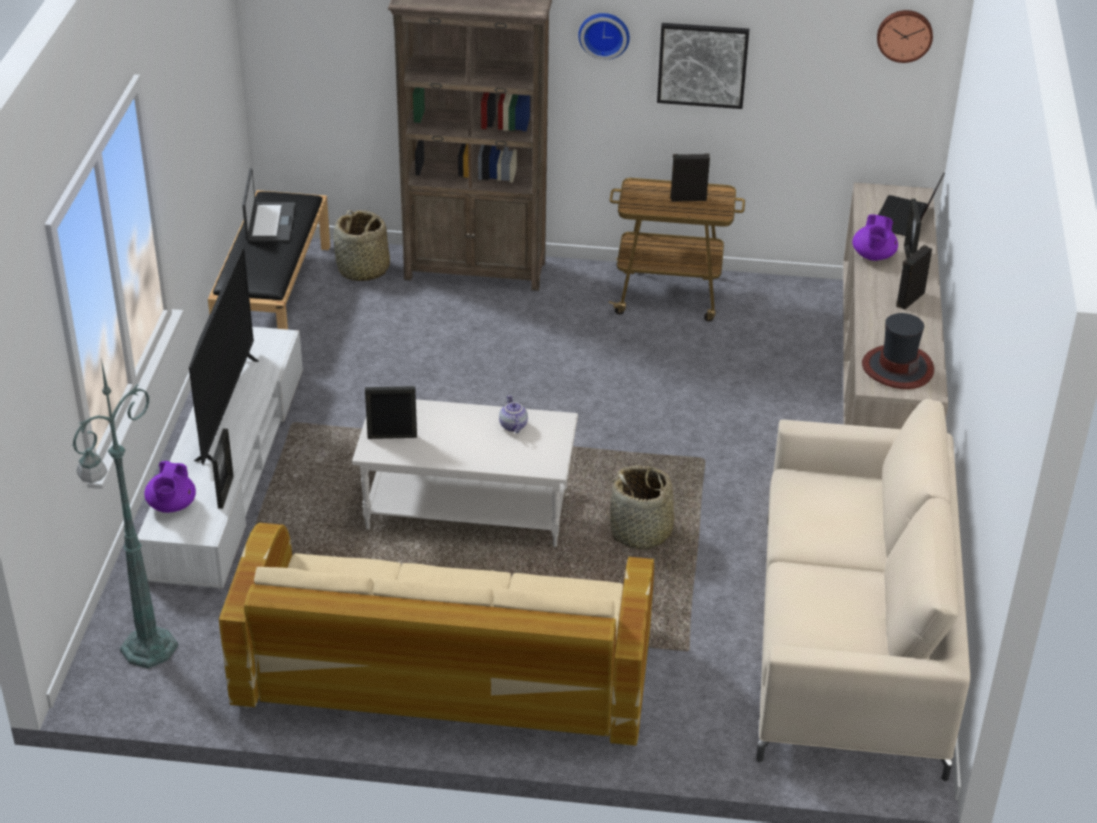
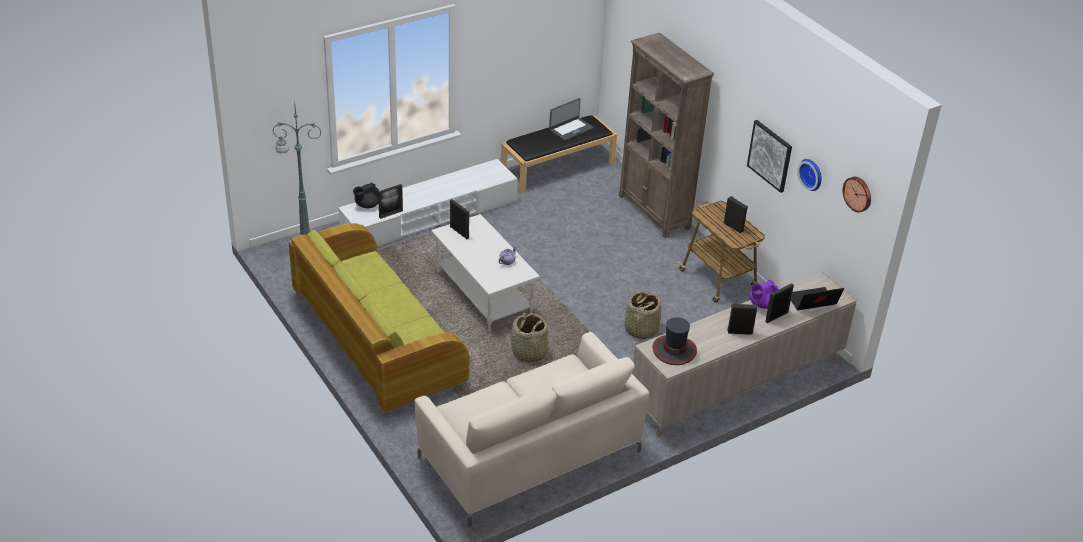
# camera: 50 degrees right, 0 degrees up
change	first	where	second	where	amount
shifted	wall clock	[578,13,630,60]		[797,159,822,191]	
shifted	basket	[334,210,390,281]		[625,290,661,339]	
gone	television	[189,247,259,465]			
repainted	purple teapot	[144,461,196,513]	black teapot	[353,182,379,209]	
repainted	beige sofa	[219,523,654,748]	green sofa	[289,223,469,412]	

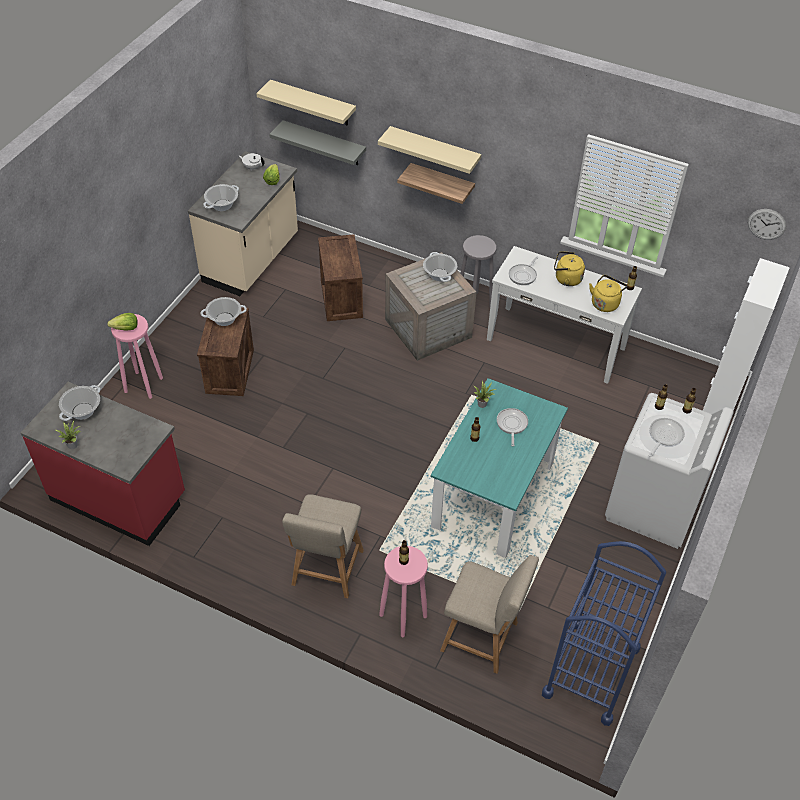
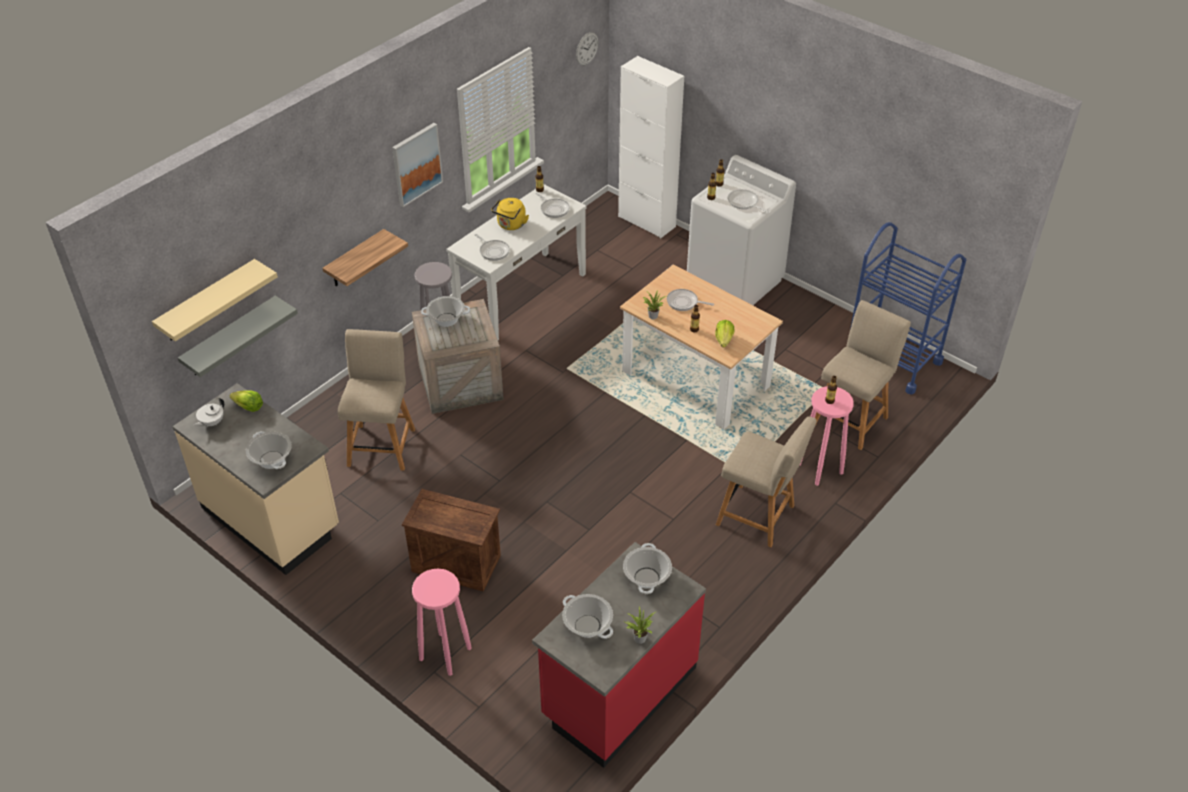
# camera: 75 degrees left, 5 degrees down
change	first	where	second	where	amount
gone	beige shelf	[378,126,481,174]			
swapped	crate	[318,234,363,321]	beige chair	[338,329,415,471]	
swapped	yellow kettle	[589,275,627,312]	frying pan	[535,193,570,218]	
shifted	cooking pot	[200,297,247,326]		[623,543,672,594]	
shifted	lettuce	[107,313,138,331]		[715,320,735,348]	
repainted	turquoise dining table	[431,378,568,558]	beige dining table	[620,264,783,430]	
new			picture	[392,123,443,207]	

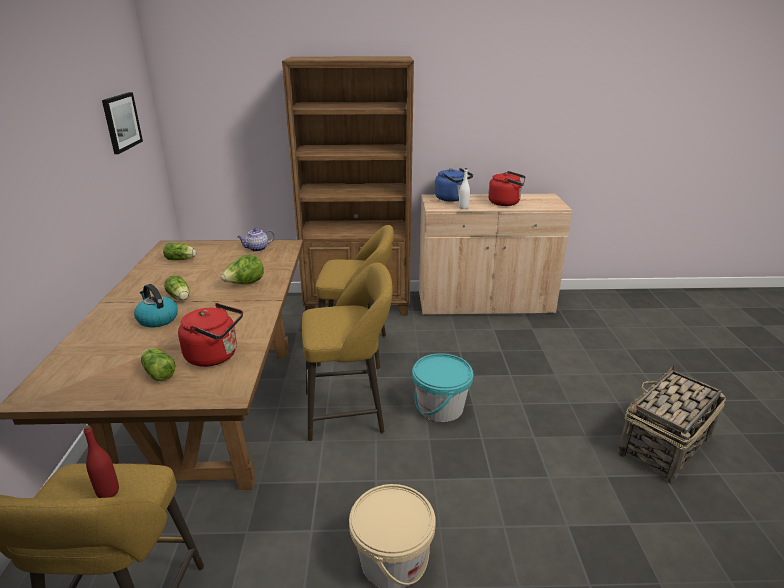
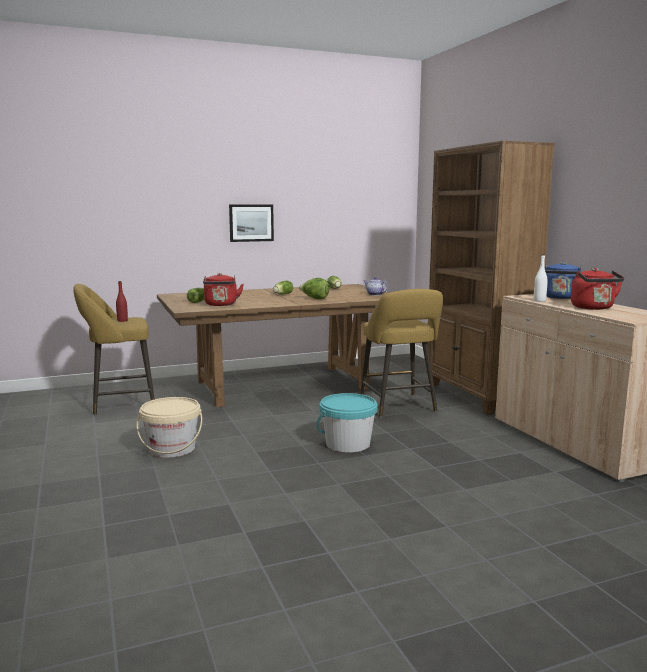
# camera: 70 degrees right, 15 degrees down
change	first	where	second	where	amount
shifted	picture	[102,92,143,154]		[229,205,274,242]	
gone	yellow stool	[302,263,393,441]			
gone	kettle	[134,284,178,328]			
gone	basket	[617,365,726,484]			

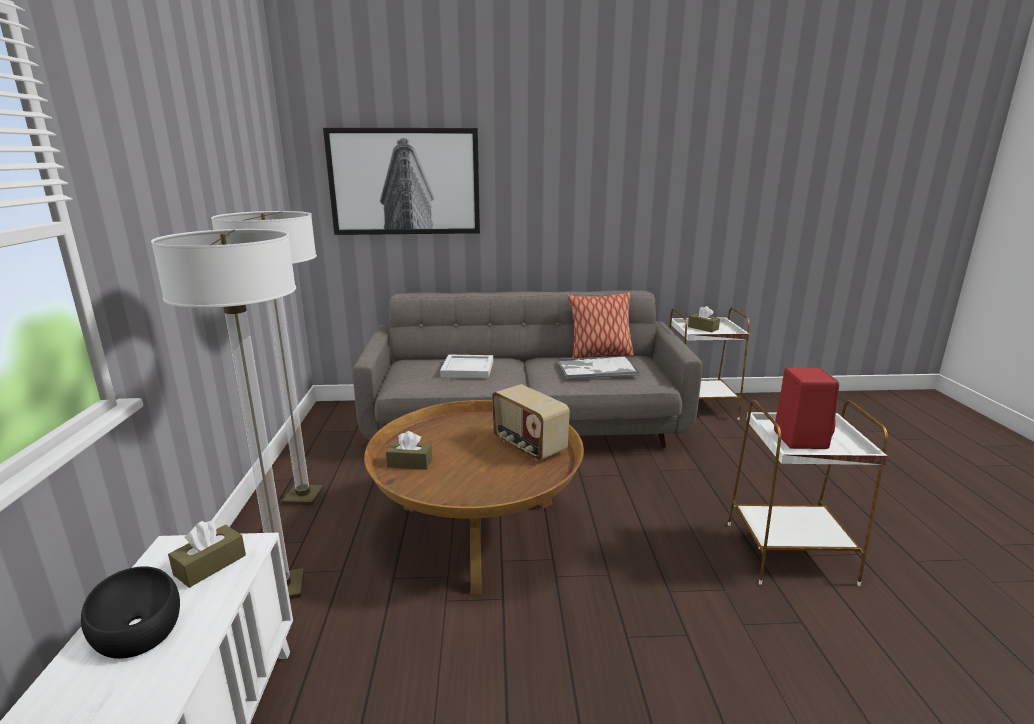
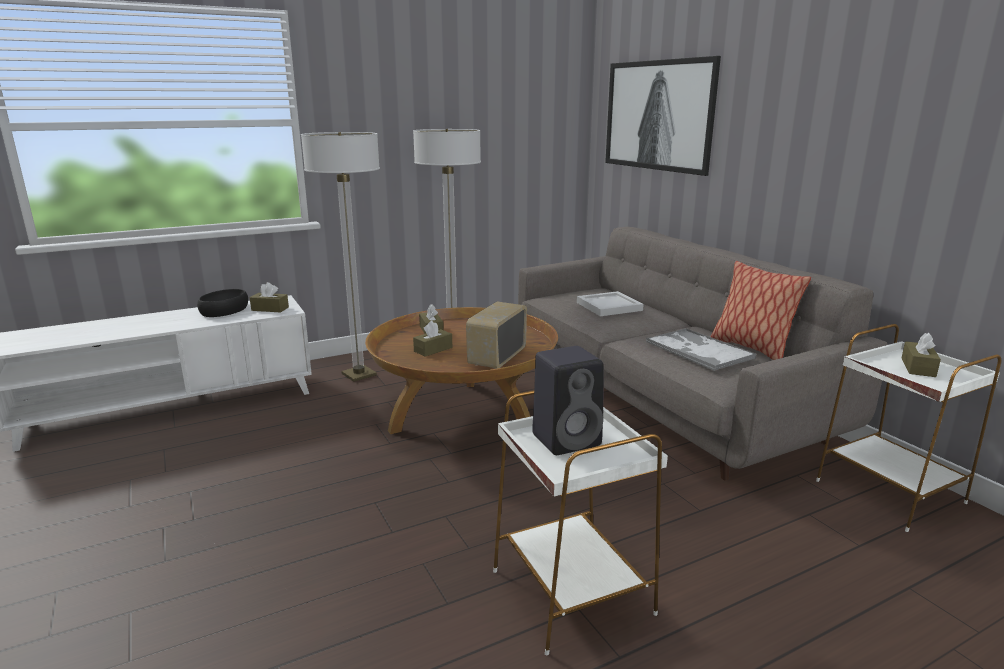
# camera: 65 degrees right, 0 degrees up
change	first	where	second	where	amount
repainted	red speaker	[774,368,839,449]	black speaker	[532,346,603,455]	
new			brown tissue box	[413,321,452,356]	

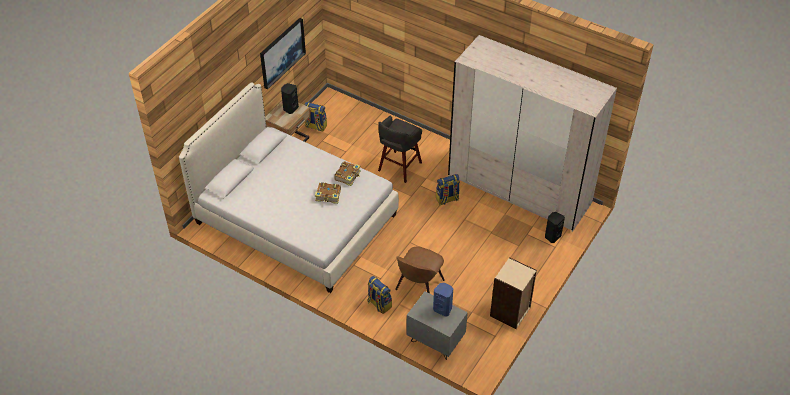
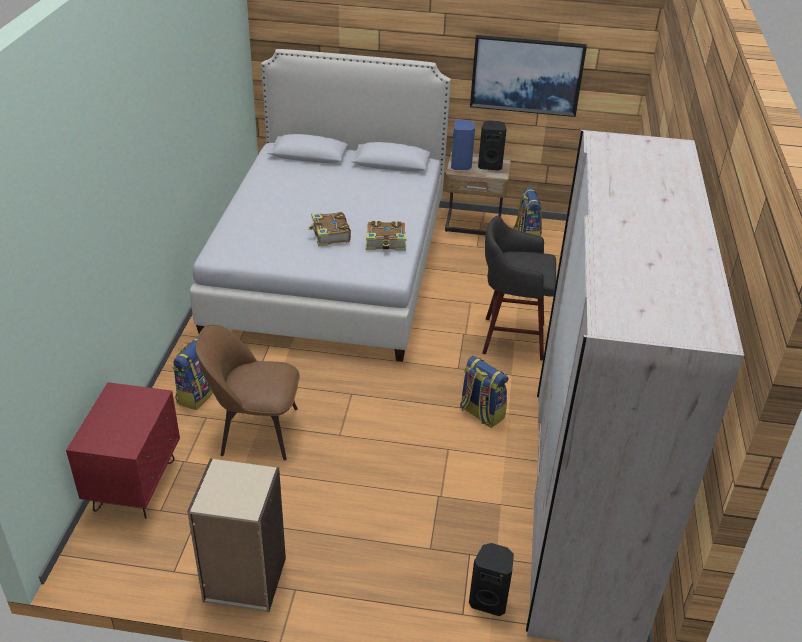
# camera: 65 degrees right, 10 degrees down
change	first	where	second	where	amount
shifted	blue speaker	[433,283,453,317]		[451,119,475,170]	
repainted	grey nightstand	[406,291,468,360]	red nightstand	[66,382,180,519]	

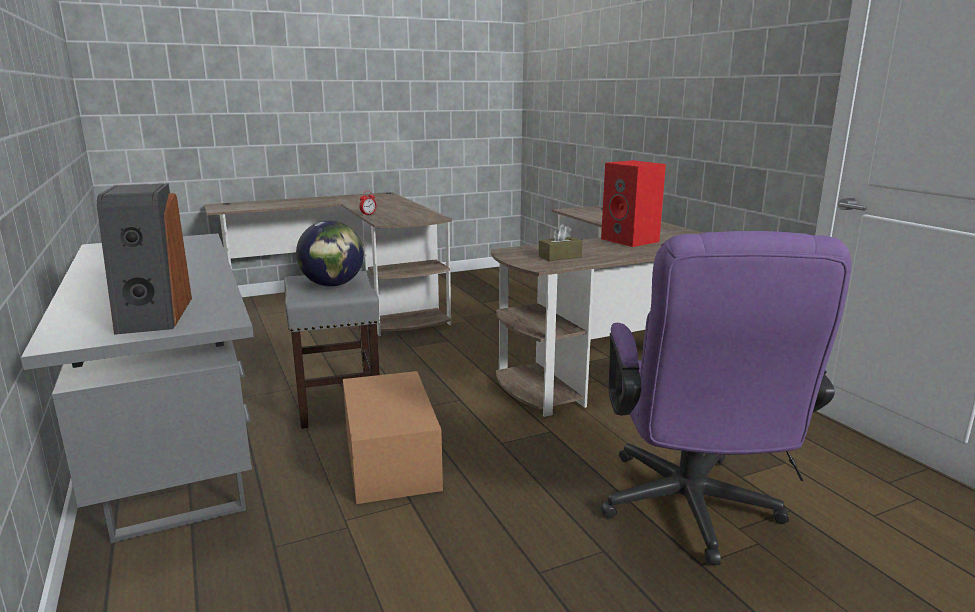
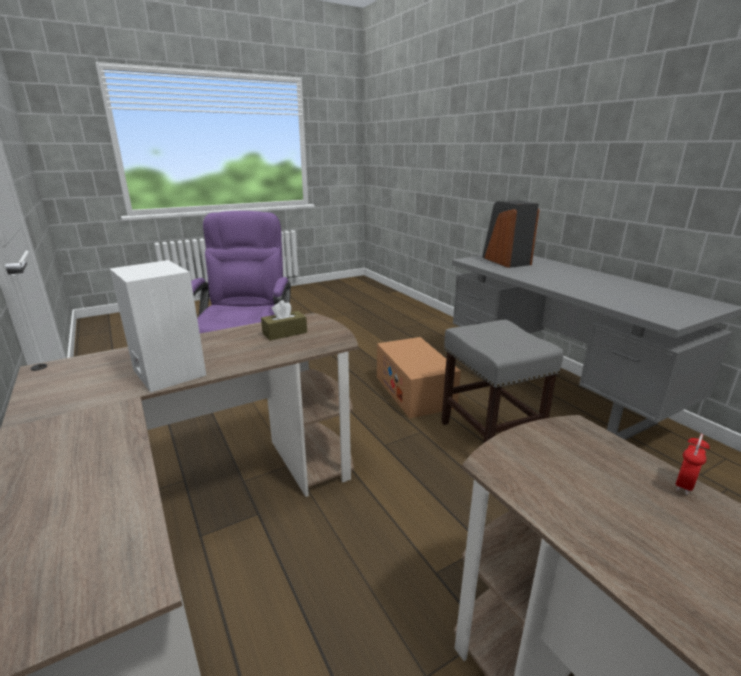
# camera: 175 degrees right, 5 degrees up
change	first	where	second	where	amount
repainted	red speaker	[601,160,666,247]	white speaker	[110,260,206,393]	
gone	globe	[296,220,364,287]			

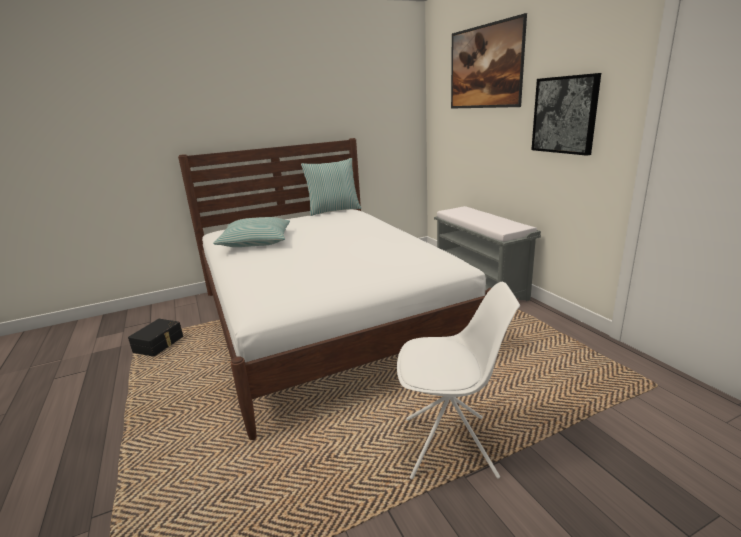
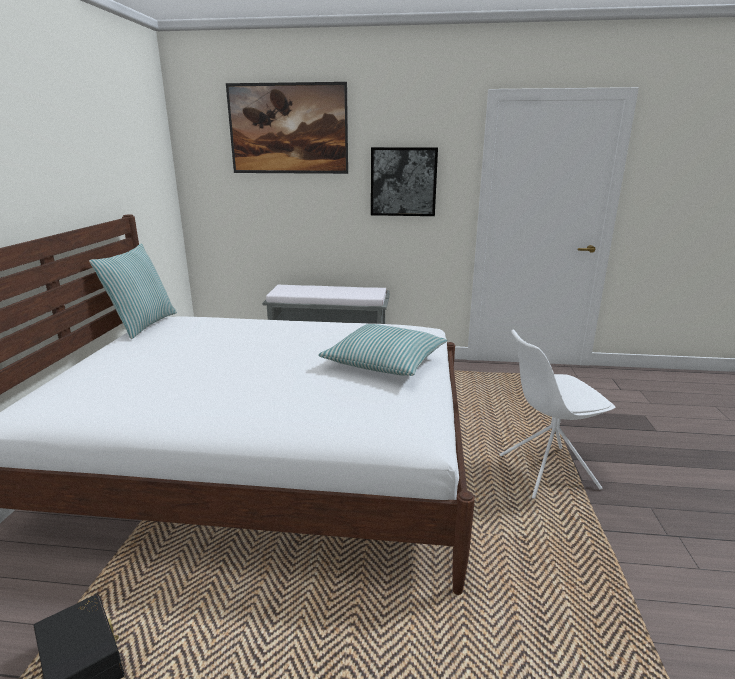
# camera: 60 degrees left, 0 degrees up
change	first	where	second	where	amount
shifted	pillow	[213,217,290,247]		[318,324,447,376]	
rotated	white chair	[397,282,520,479]		[499,330,616,499]	135 degrees counterclockwise

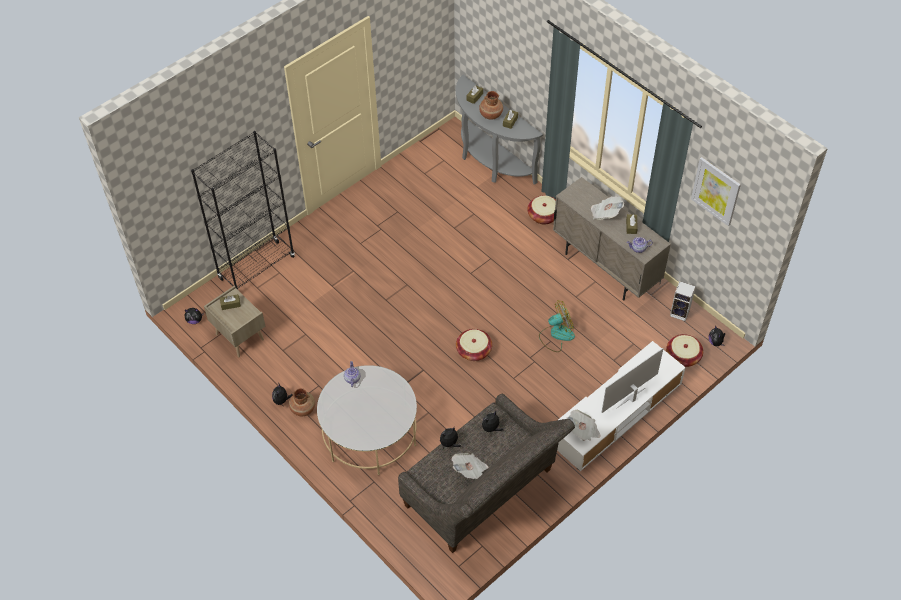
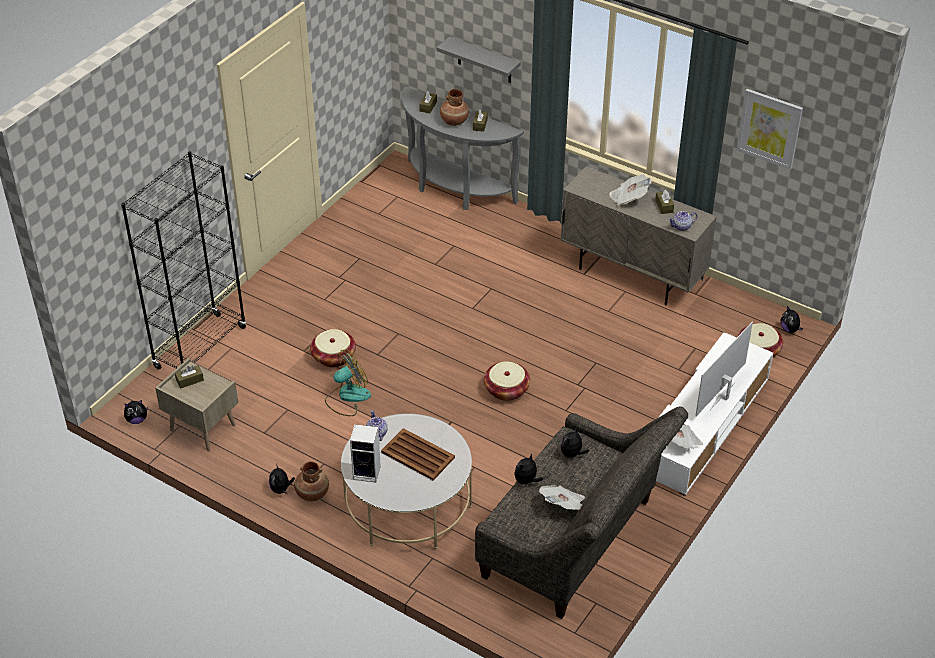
# camera: 15 degrees left, 10 degrees down
change	first	where	second	where	amount
shifted	basket	[527,195,556,225]		[310,329,356,367]	
shifted	speaker	[670,281,696,321]		[350,424,381,482]	
shifted	fan	[539,301,575,352]		[325,350,371,416]	
new			grey shelf	[436,36,521,83]	
new			brown tray	[381,428,455,481]	

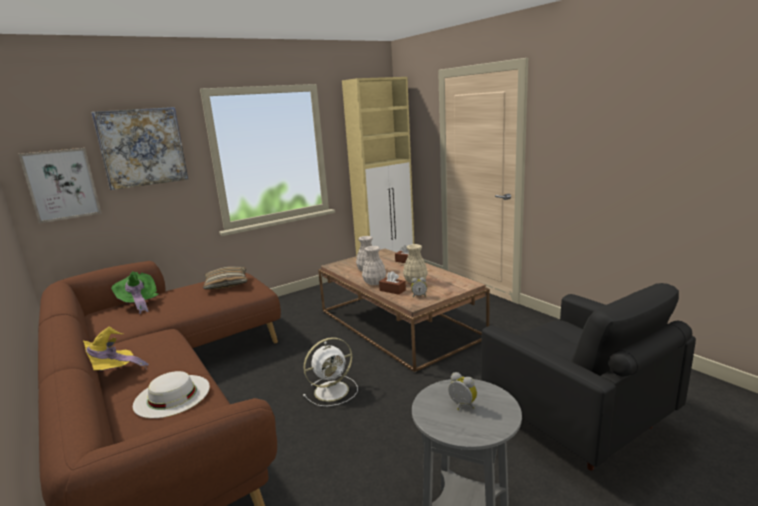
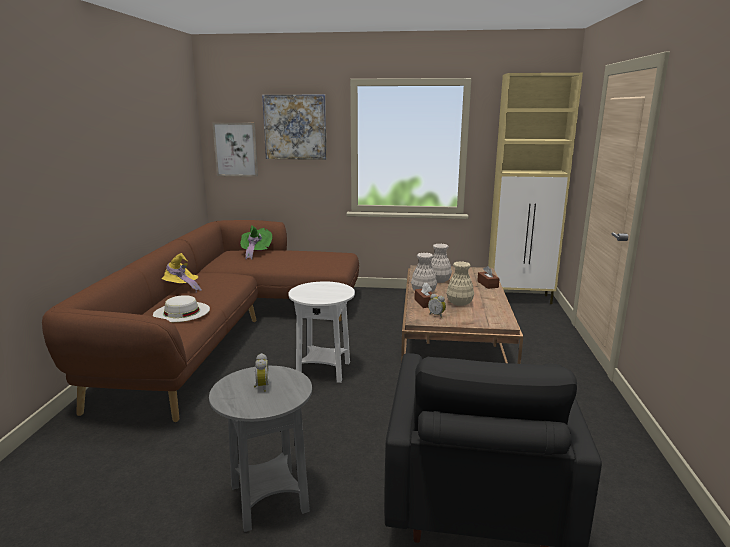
# camera: 40 degrees right, 0 degrees up
change	first	where	second	where	amount
gone	pillow	[203,267,248,289]			
swapped	white fan	[303,337,358,406]	white side table	[288,281,355,383]	

